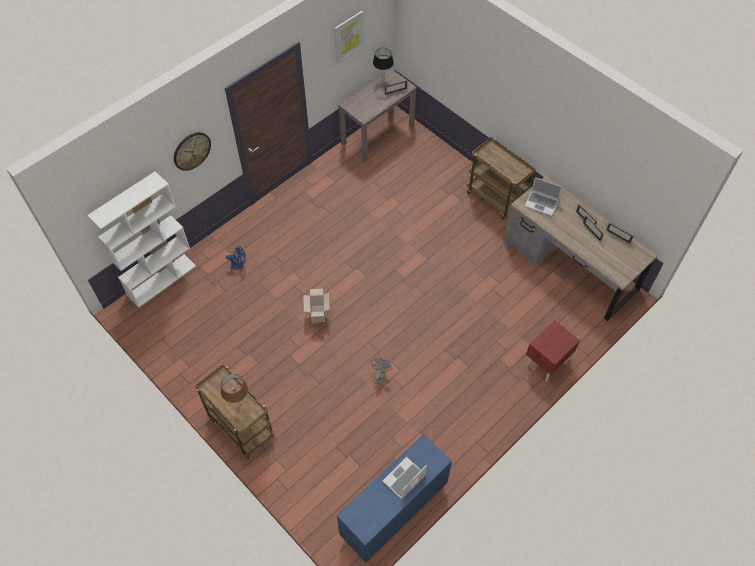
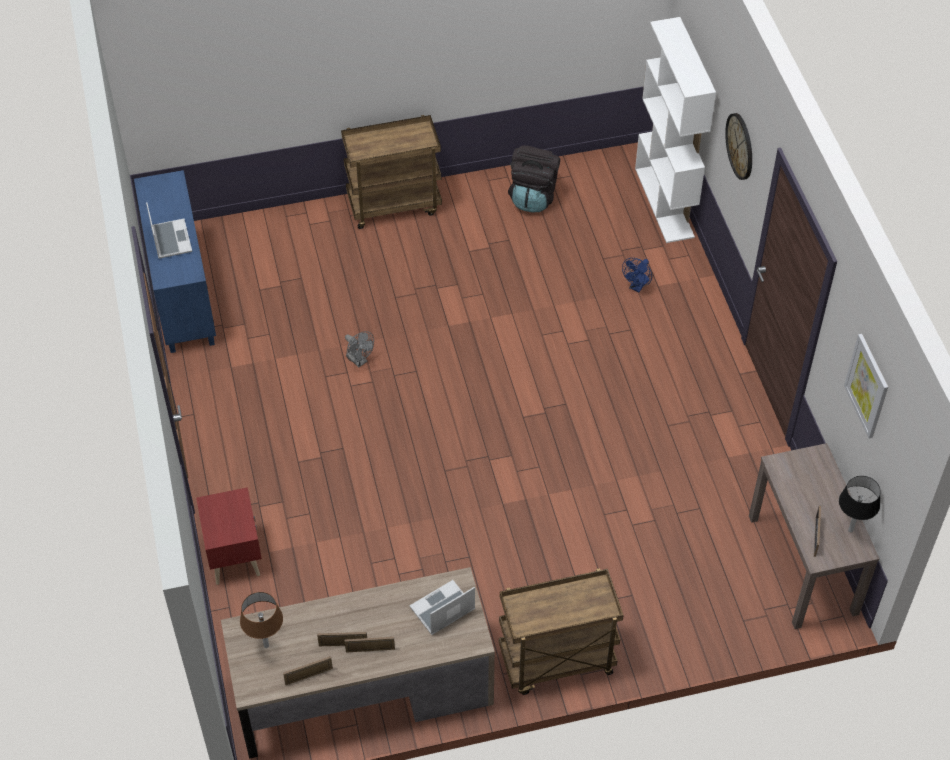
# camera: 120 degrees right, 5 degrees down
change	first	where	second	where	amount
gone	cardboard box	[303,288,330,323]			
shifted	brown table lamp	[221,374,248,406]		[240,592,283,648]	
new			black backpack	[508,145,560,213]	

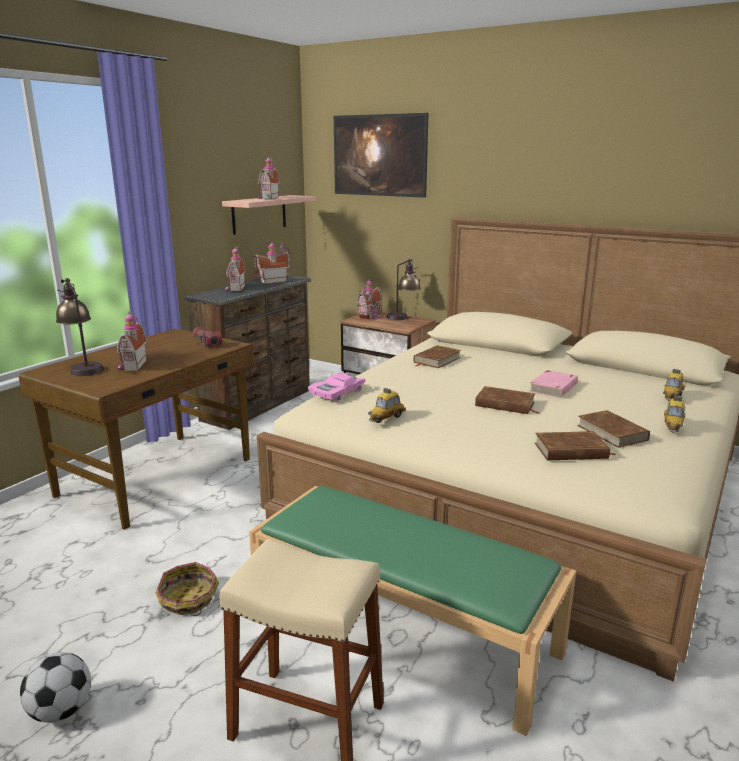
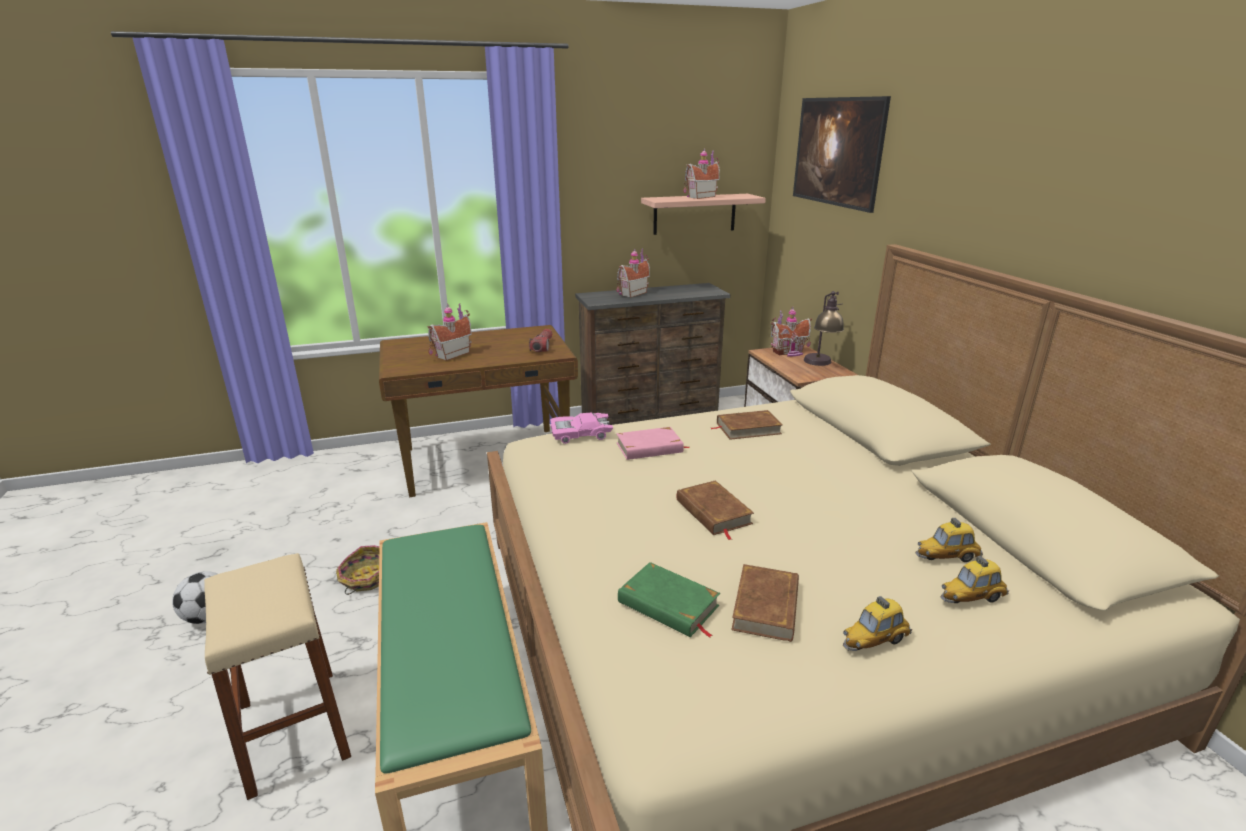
# camera: 40 degrees right, 5 degrees up
change	first	where	second	where	amount
gone	toy house	[253,241,291,284]			
gone	table lamp	[56,278,104,376]			
shifted	pink book	[529,370,578,398]		[616,427,689,460]	
shifted	toy car	[368,388,406,423]		[915,518,983,562]	
repainted	brown book	[535,431,615,460]	green book	[618,562,720,637]	

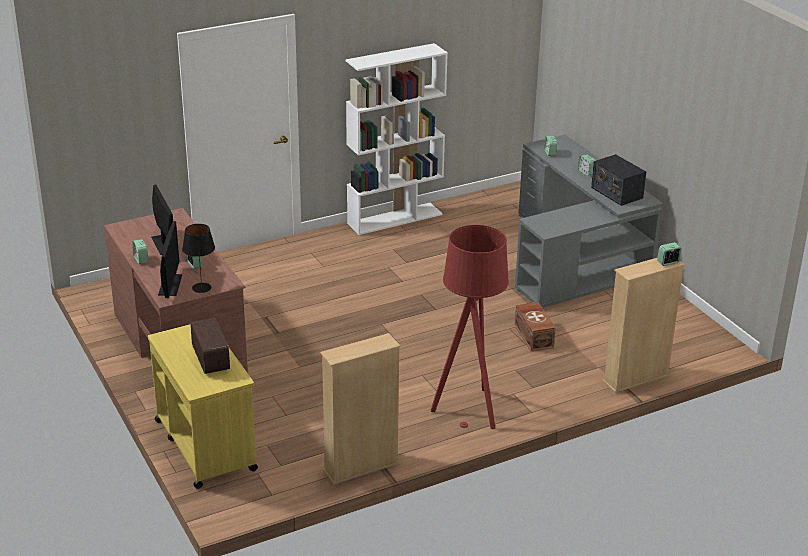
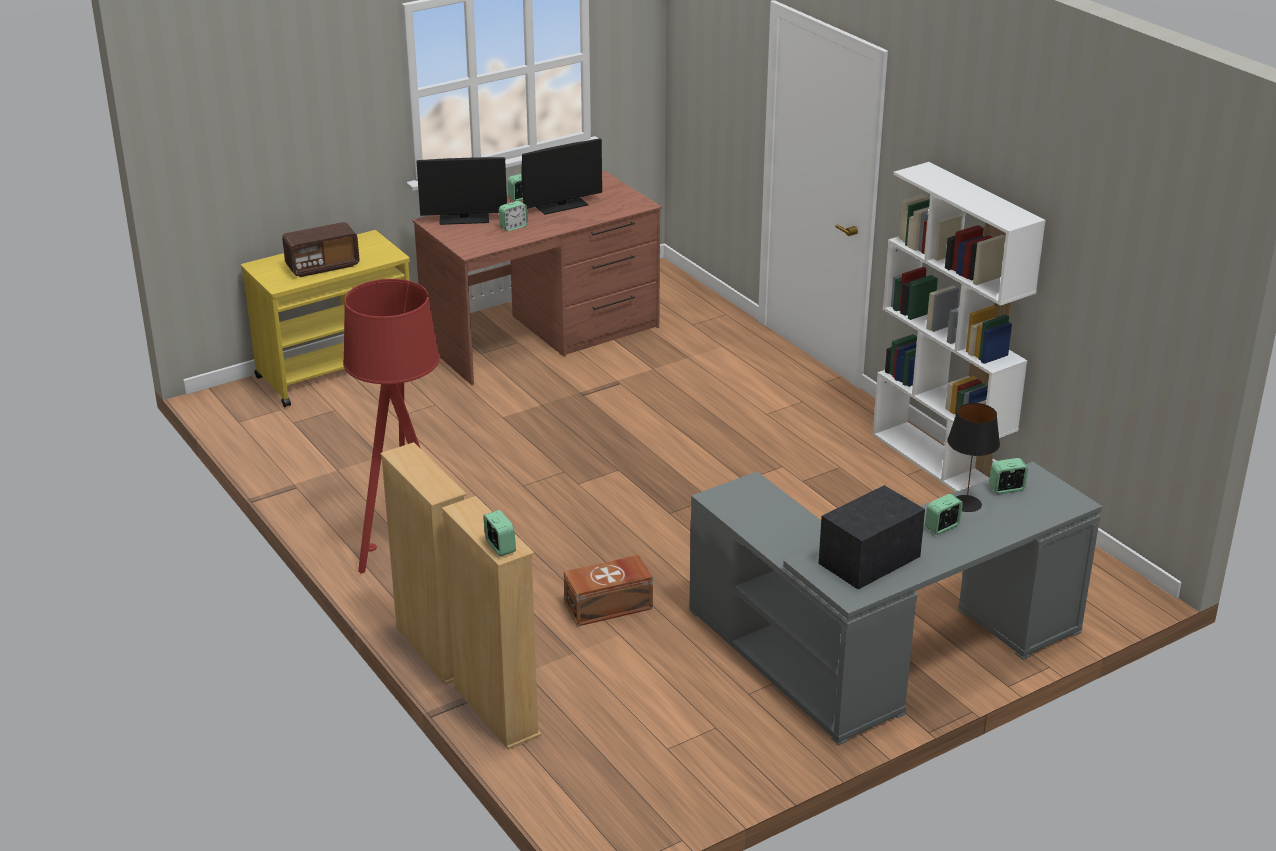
# camera: 85 degrees right, 0 degrees up
change	first	where	second	where	amount
shifted	black table lamp	[182,224,215,293]		[947,403,1000,512]	
shifted	beige bookcase	[320,333,401,485]		[380,442,467,685]	

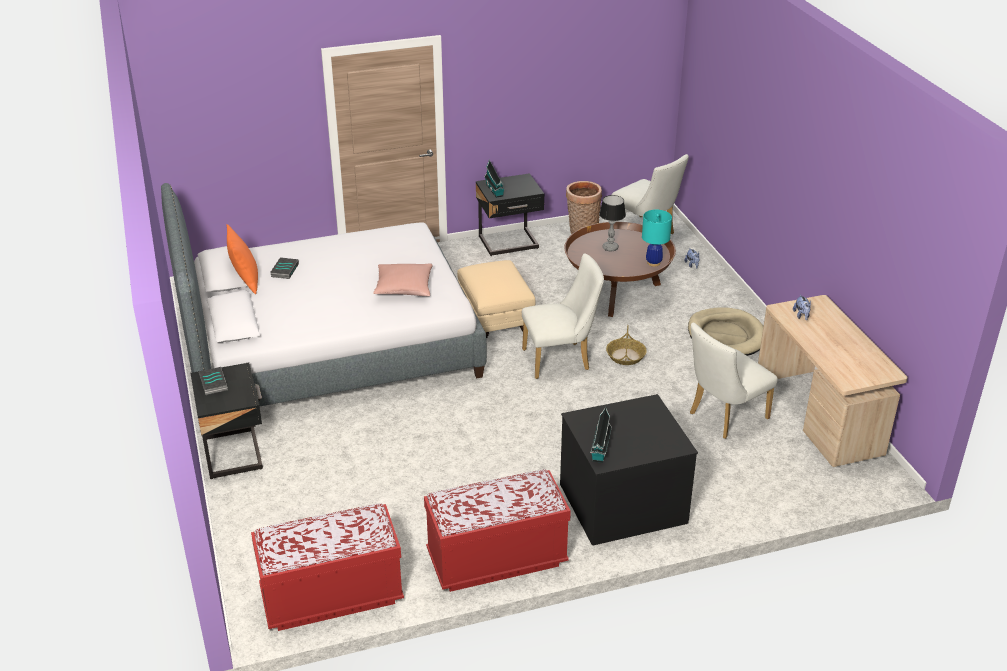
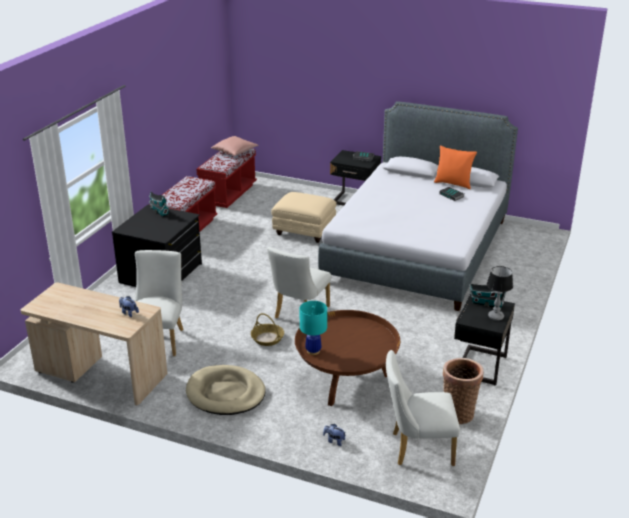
# camera: 130 degrees right, 5 degrees down
change	first	where	second	where	amount
shifted	table lamp	[599,195,626,251]		[487,266,513,321]	
shifted	beige ottoman	[457,260,536,339]		[271,192,336,243]	
shifted	pink pillow	[373,264,433,297]		[211,136,258,156]	

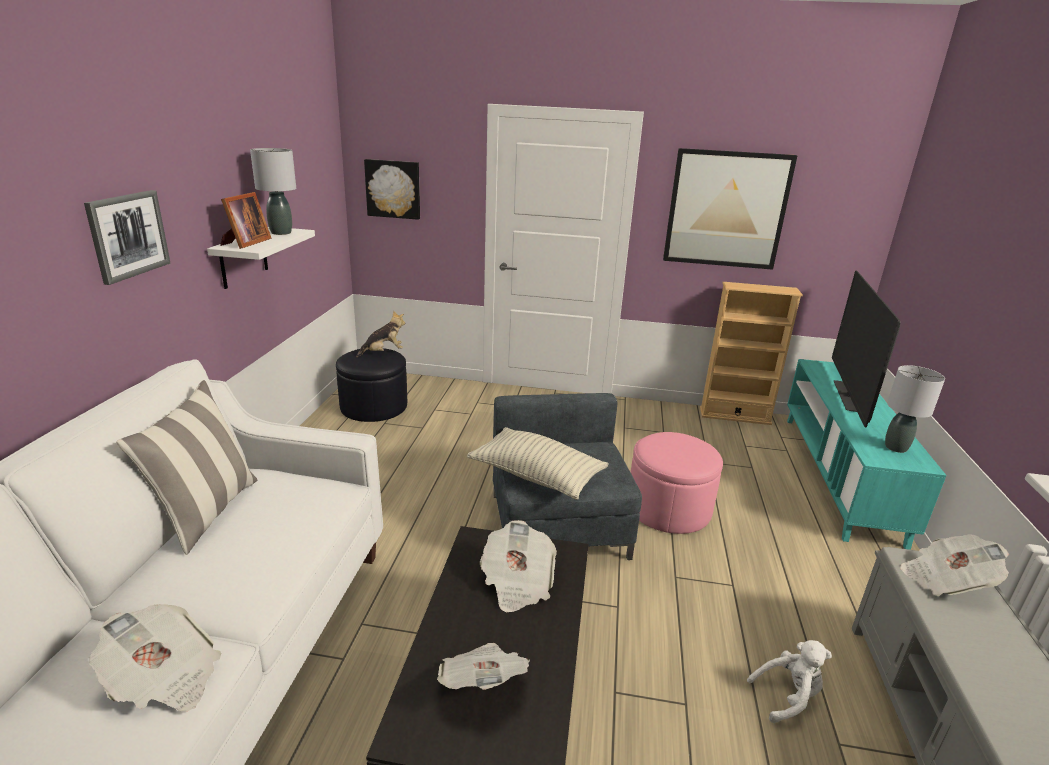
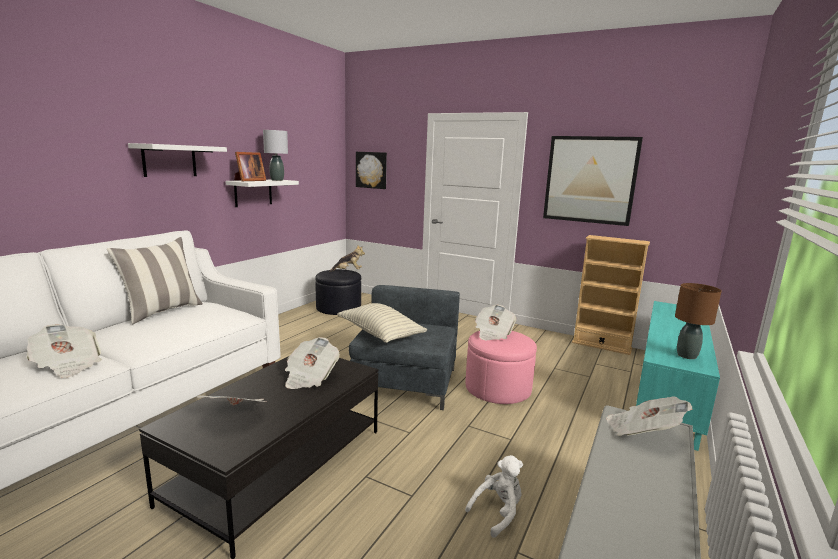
# camera: 20 degrees right, 10 degrees down
change	first	where	second	where	amount
swapped	picture	[84,190,170,285]	white shelf	[128,143,227,177]	
gone	television	[832,270,900,427]			
repainted	grey table lamp	[885,365,945,453]	brown table lamp	[675,283,722,359]	
rotated	white plush toy	[747,640,832,723]		[465,455,523,538]	45 degrees counterclockwise
new			newspaper	[475,305,517,340]	

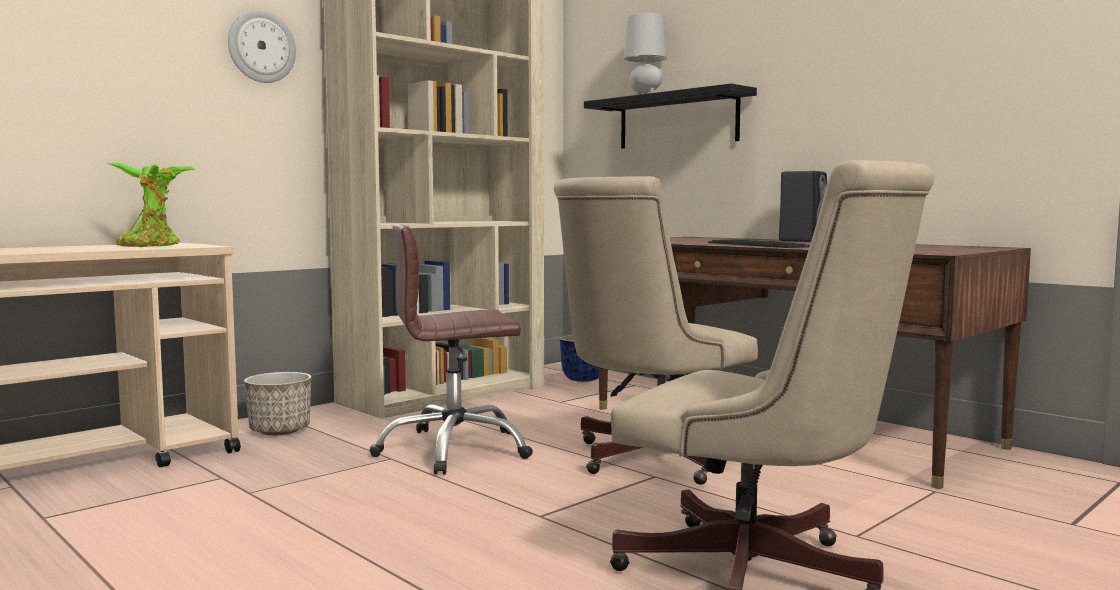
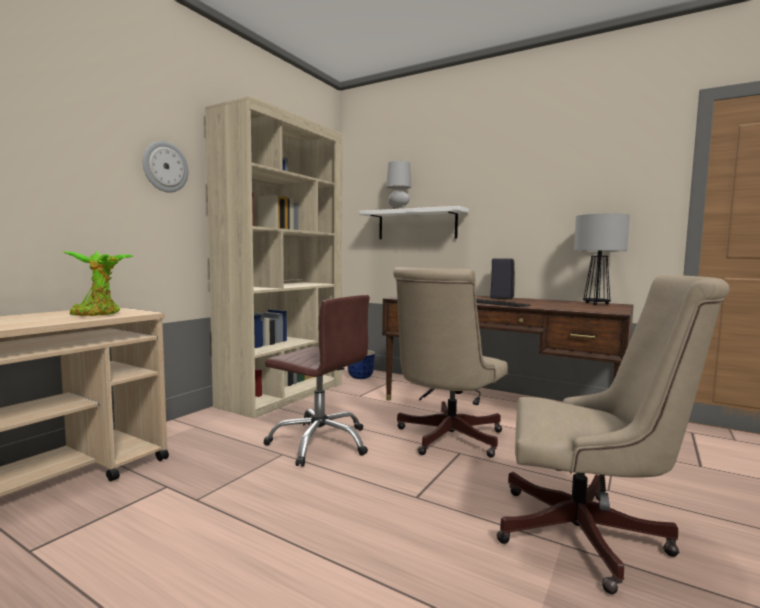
# camera: 15 degrees left, 0 degrees up
change	first	where	second	where	amount
repainted	black shelf	[584,83,757,148]	white shelf	[359,206,469,239]	
rotated	brown office chair	[370,224,533,475]		[263,295,370,467]	120 degrees counterclockwise
gone	planter	[244,372,311,435]			
new			table lamp	[574,213,630,305]	

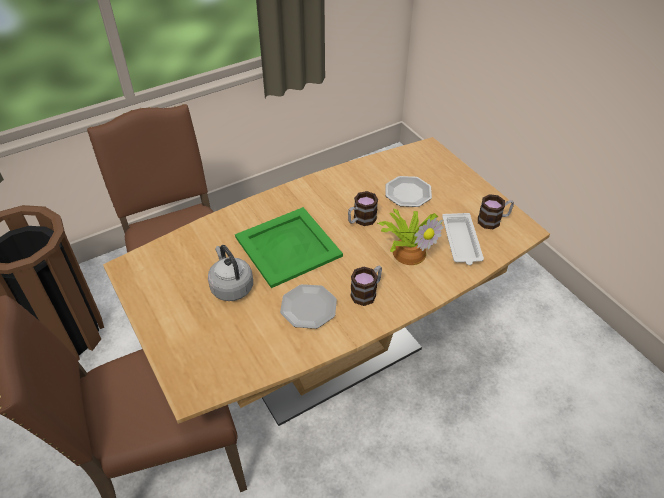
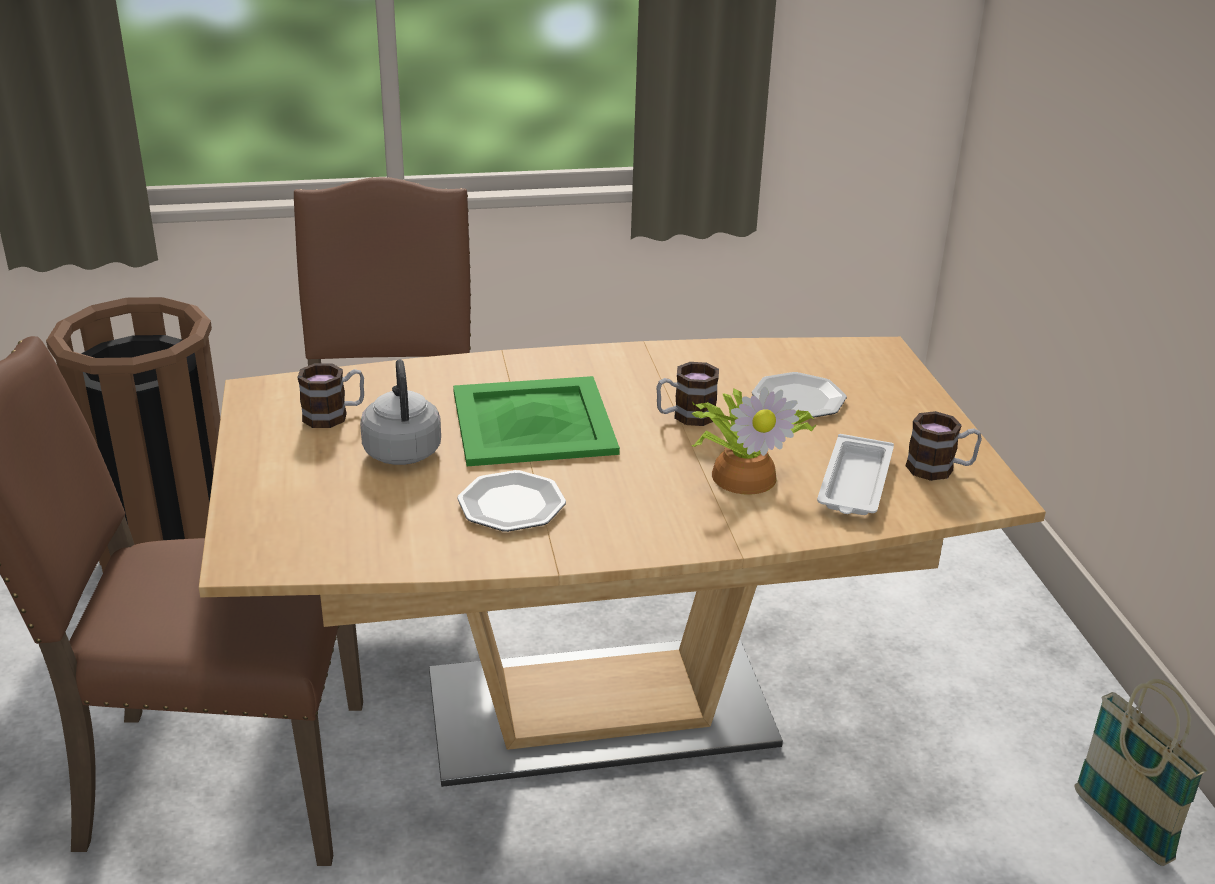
# camera: 20 degrees right, 15 degrees down
change	first	where	second	where	amount
shifted	mug	[350,266,382,306]		[297,363,364,428]	
new			basket	[1074,679,1208,866]	

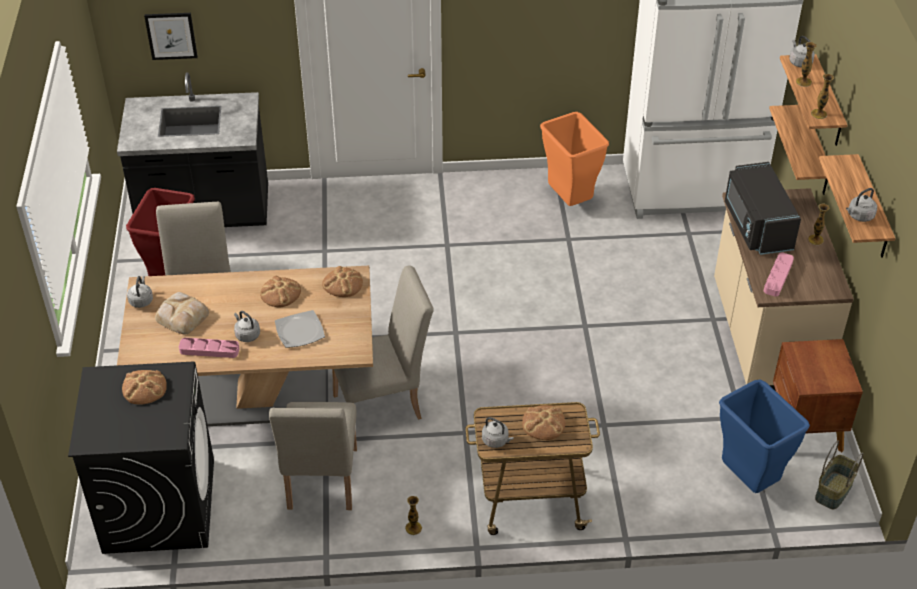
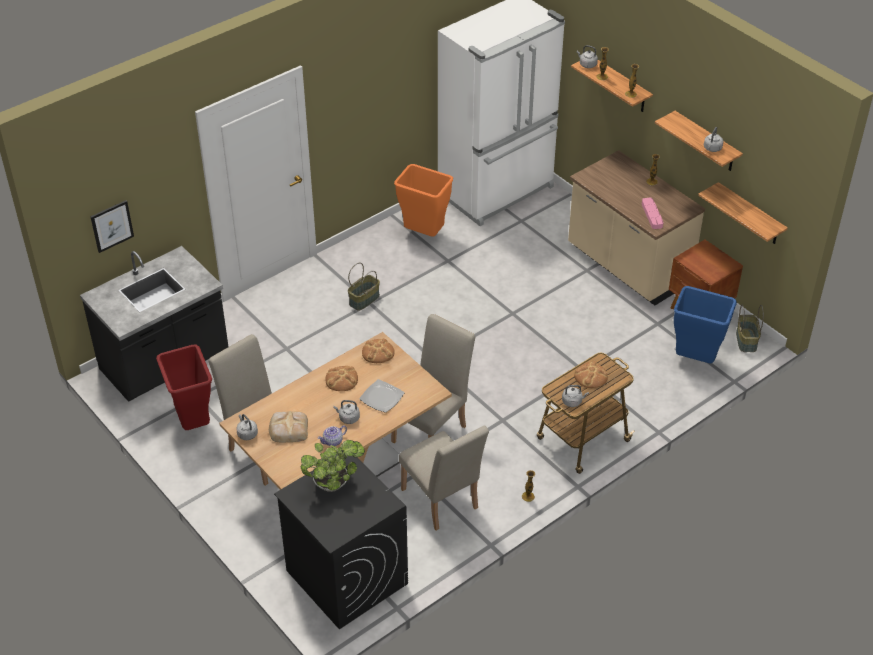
# camera: 35 degrees left, 0 degrees up
change	first	where	second	where	amount
shifted	shelf	[769,105,828,195]		[698,182,788,244]	
gone	black microwave	[725,162,801,255]			
swapped	pink tray	[179,338,239,358]	teapot	[318,425,347,446]	
swapped	bread	[122,370,167,405]	potted plant	[301,440,365,492]	
new			basket	[348,262,380,311]	

